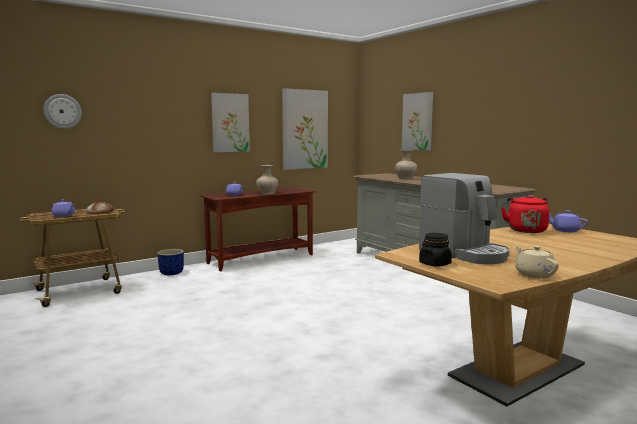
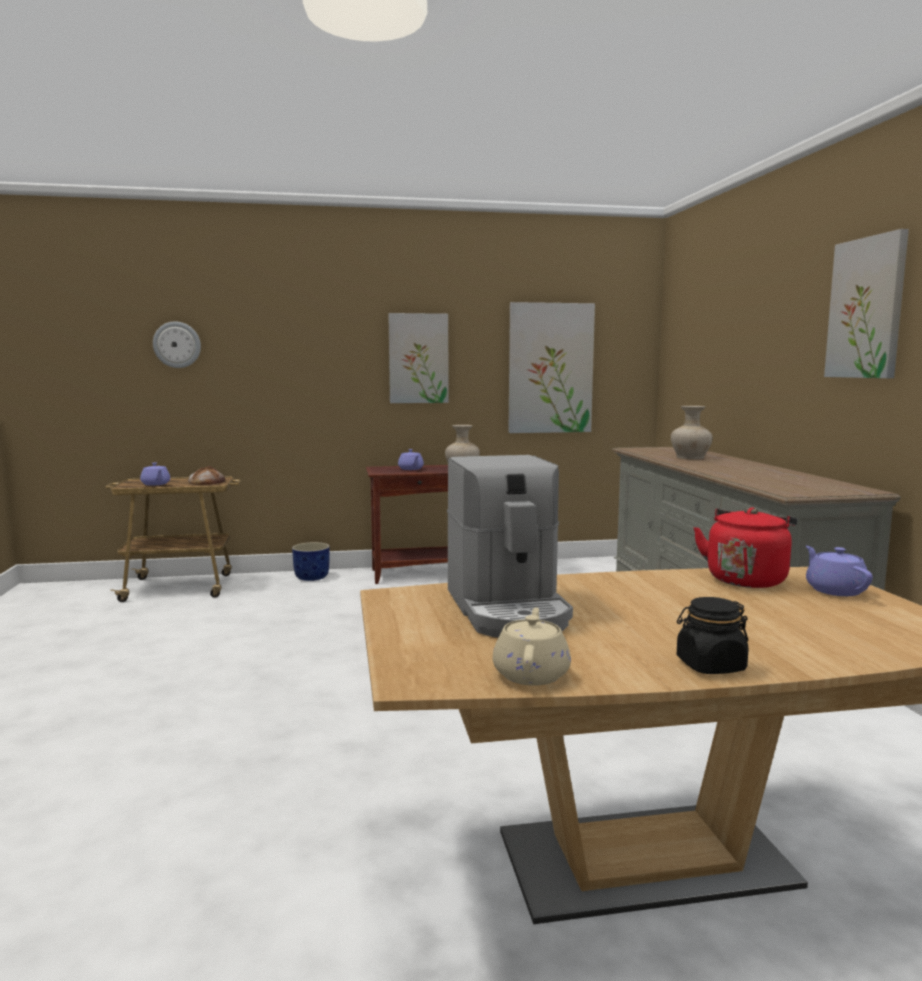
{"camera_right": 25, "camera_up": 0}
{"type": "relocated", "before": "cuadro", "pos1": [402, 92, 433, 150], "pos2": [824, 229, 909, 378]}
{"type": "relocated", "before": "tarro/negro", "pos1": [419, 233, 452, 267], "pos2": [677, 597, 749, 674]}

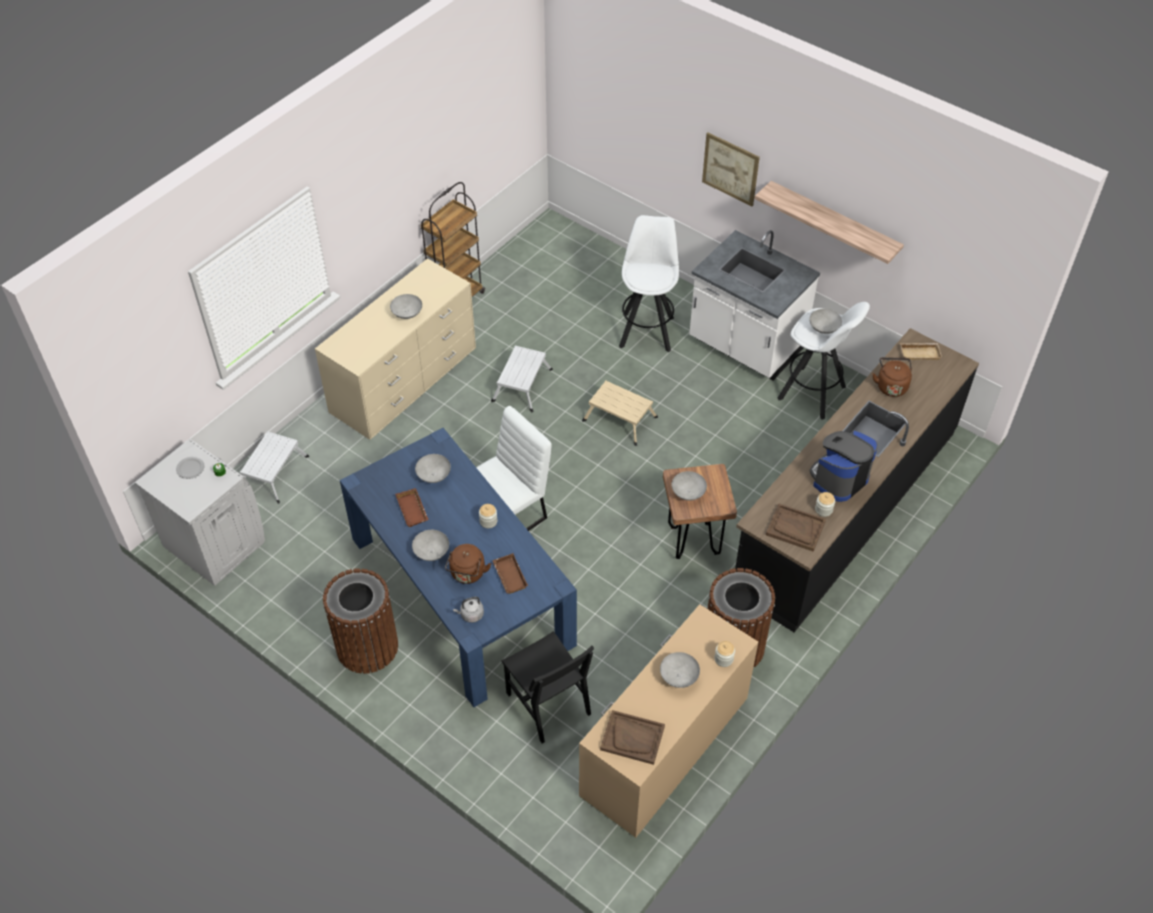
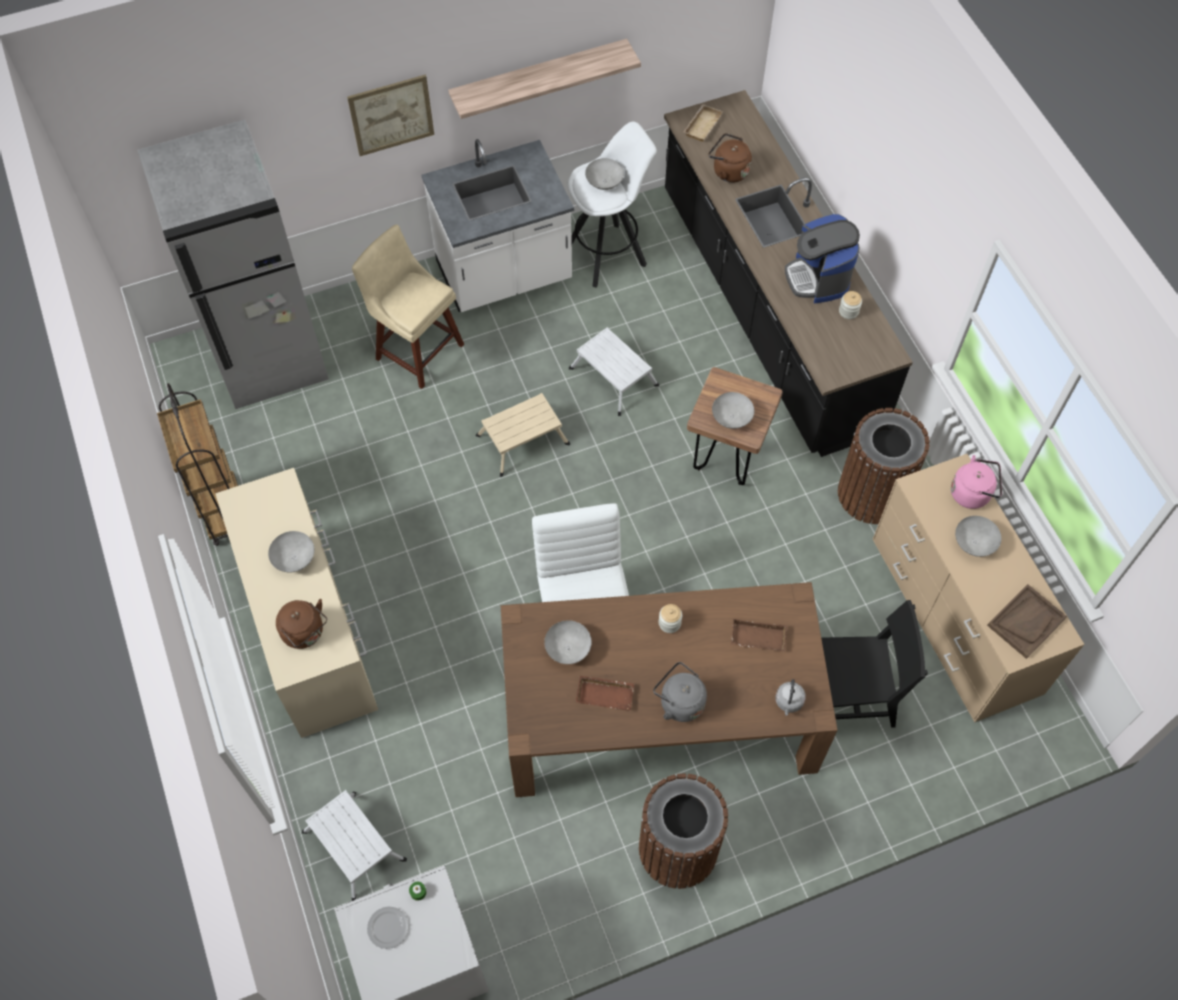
{"camera_right": -60, "camera_up": 10}
{"type": "exchanged", "before": "taburete/blanco", "after": "silla/beis", "pos1": [619, 215, 679, 352], "pos2": [352, 224, 464, 389]}
{"type": "relocated", "before": "escalera de tijera/blanco", "pos1": [491, 346, 553, 412], "pos2": [569, 327, 659, 416]}
{"type": "colour", "before": "mesa de comedor/azul", "after": "mesa de comedor/marrón", "pos1": [340, 428, 577, 707], "pos2": [501, 582, 838, 797]}
{"type": "missing", "before": "bandeja/marrón", "pos1": [766, 504, 826, 552]}
{"type": "exchanged", "before": "cuenco/gris", "after": "hervidor/gris", "pos1": [412, 530, 449, 561], "pos2": [653, 662, 707, 722]}
{"type": "relocated", "before": "hervidor/marrón", "pos1": [445, 544, 491, 584], "pos2": [276, 599, 327, 649]}
{"type": "exchanged", "before": "tarro", "after": "hervidor/rosa", "pos1": [714, 641, 735, 667], "pos2": [951, 455, 1002, 509]}
{"type": "appeared", "after": "nevera/gris", "pos2": [137, 120, 329, 409]}

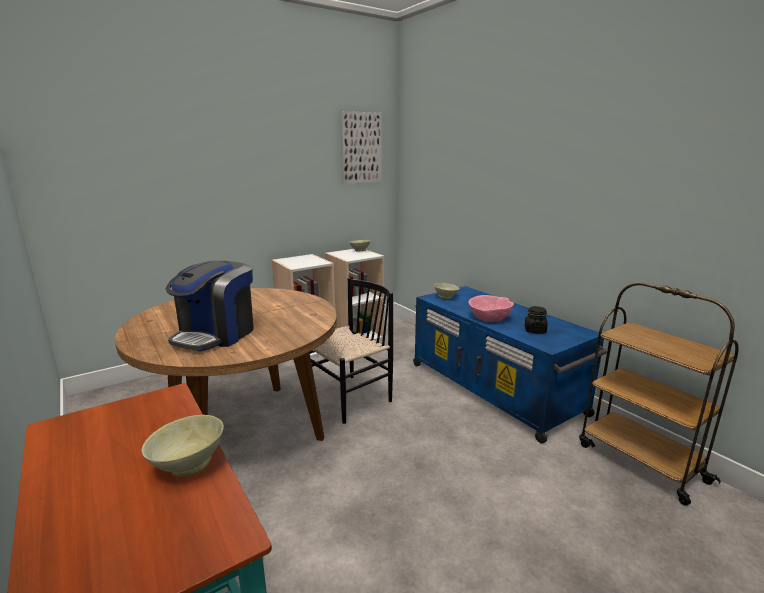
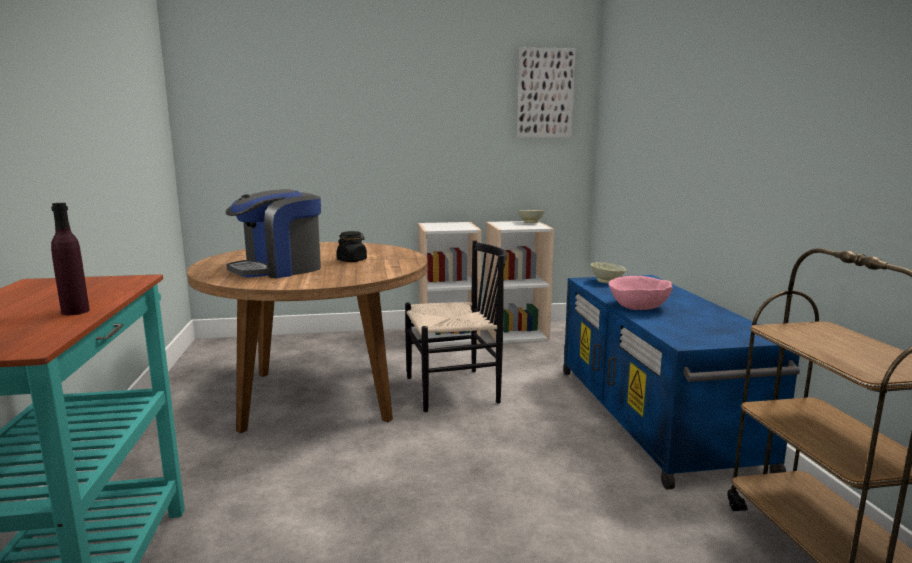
{"camera_right": 25, "camera_up": -5}
{"type": "relocated", "before": "tarro/negro", "pos1": [525, 306, 548, 334], "pos2": [337, 231, 367, 262]}
{"type": "exchanged", "before": "cuenco/beis", "after": "botella/morado", "pos1": [142, 415, 224, 477], "pos2": [51, 203, 90, 315]}

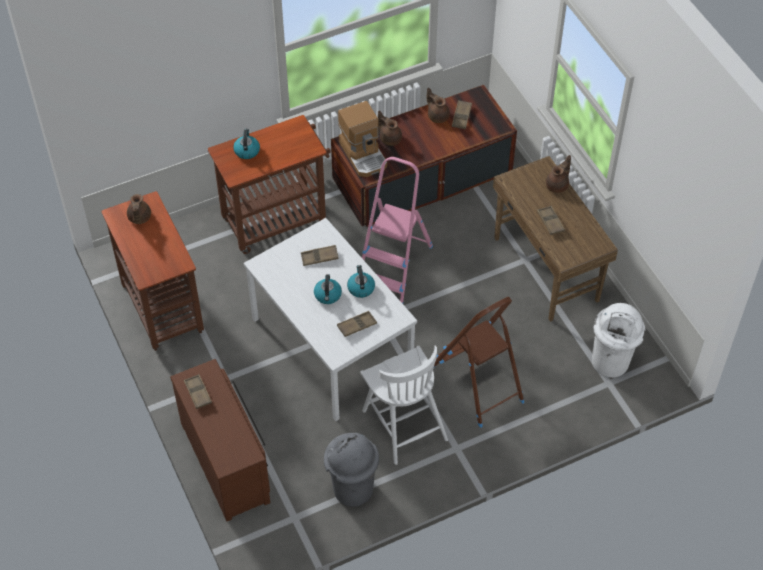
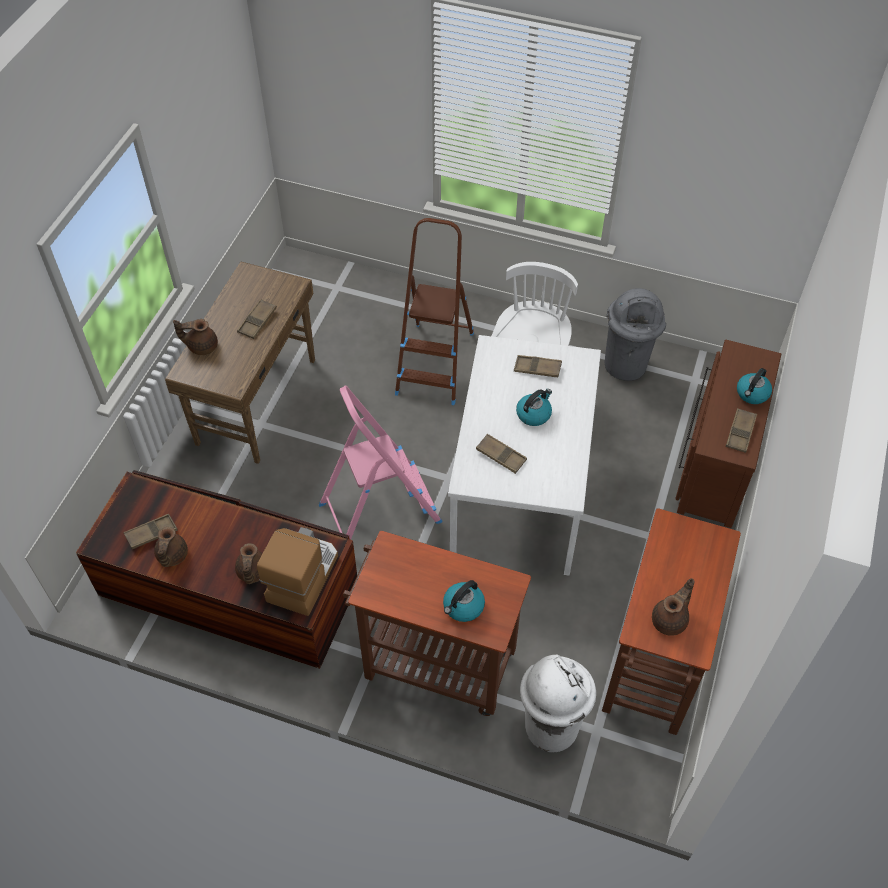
{"camera_right": -135, "camera_up": 0}
{"type": "relocated", "before": "hervidor", "pos1": [347, 265, 375, 298], "pos2": [737, 368, 772, 404]}
{"type": "relocated", "before": "papelera/blanco", "pos1": [592, 303, 645, 378], "pos2": [520, 655, 596, 752]}

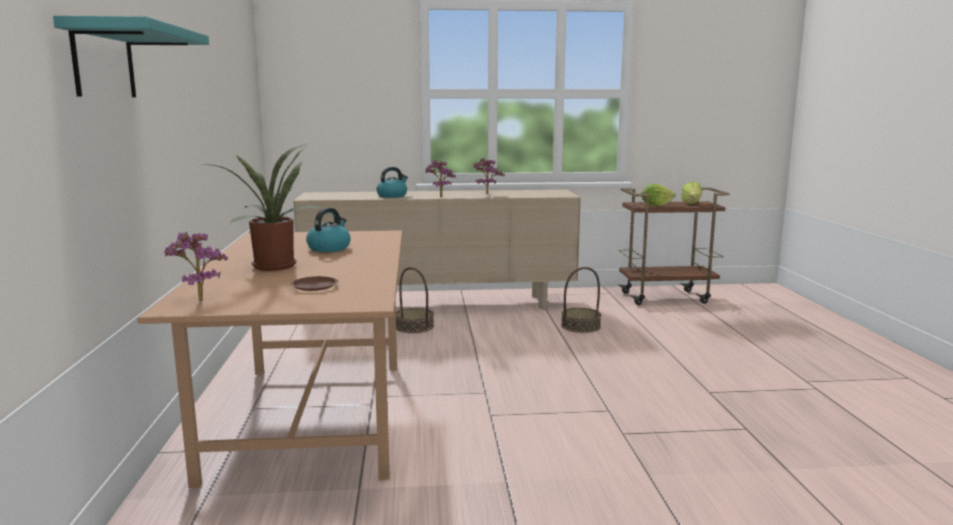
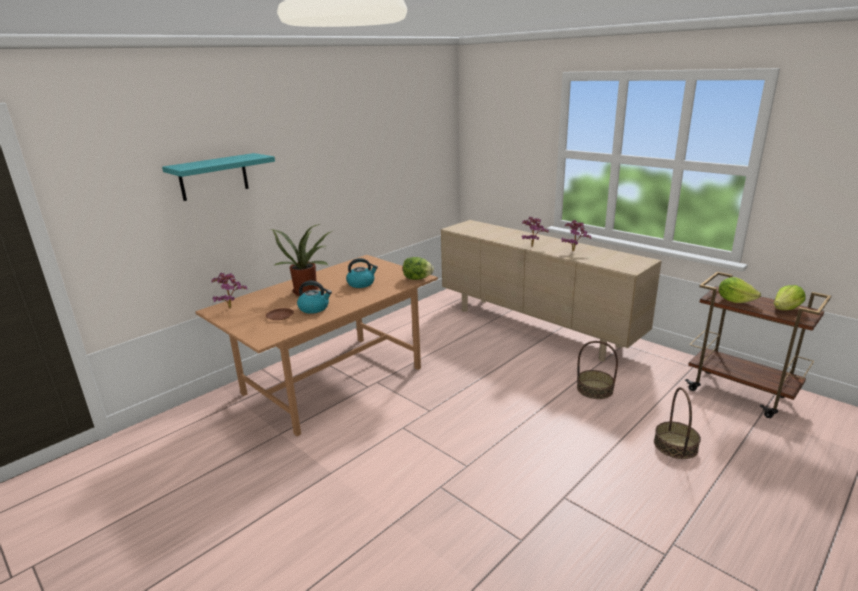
{"camera_right": 50, "camera_up": 10}
{"type": "relocated", "before": "hervidor", "pos1": [377, 167, 408, 198], "pos2": [297, 281, 332, 314]}
{"type": "relocated", "before": "cesta", "pos1": [396, 267, 434, 333], "pos2": [654, 387, 701, 459]}
{"type": "appeared", "after": "lechuga", "pos2": [403, 257, 434, 280]}

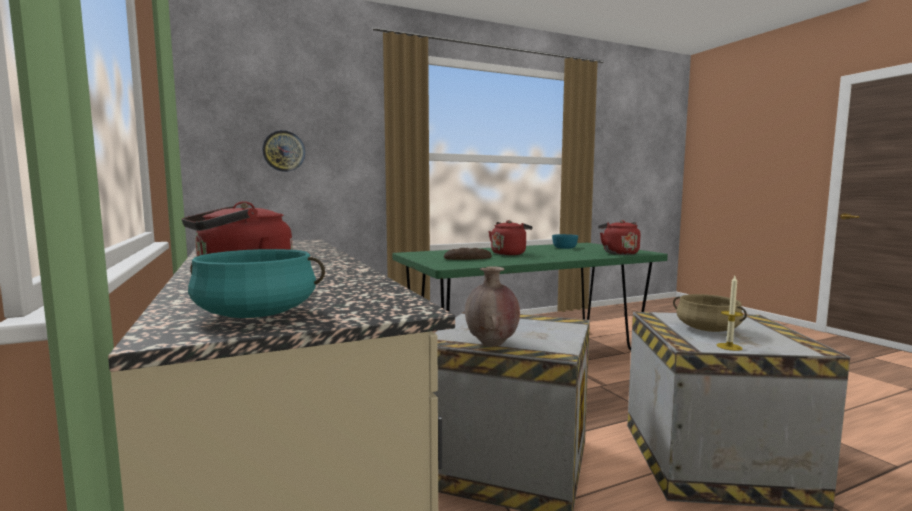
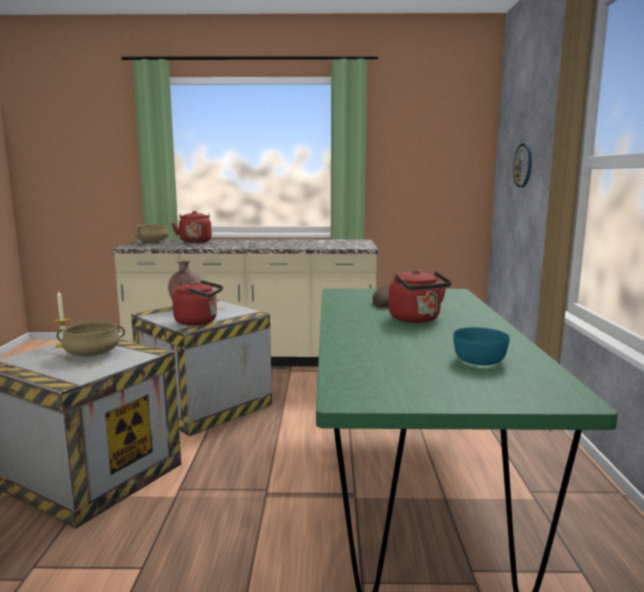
{"camera_right": 115, "camera_up": 5}
{"type": "relocated", "before": "hervidor/rojo", "pos1": [598, 220, 640, 255], "pos2": [172, 280, 223, 325]}
{"type": "colour", "before": "olla/turquesa", "after": "olla/beis", "pos1": [188, 249, 325, 318], "pos2": [135, 224, 169, 242]}

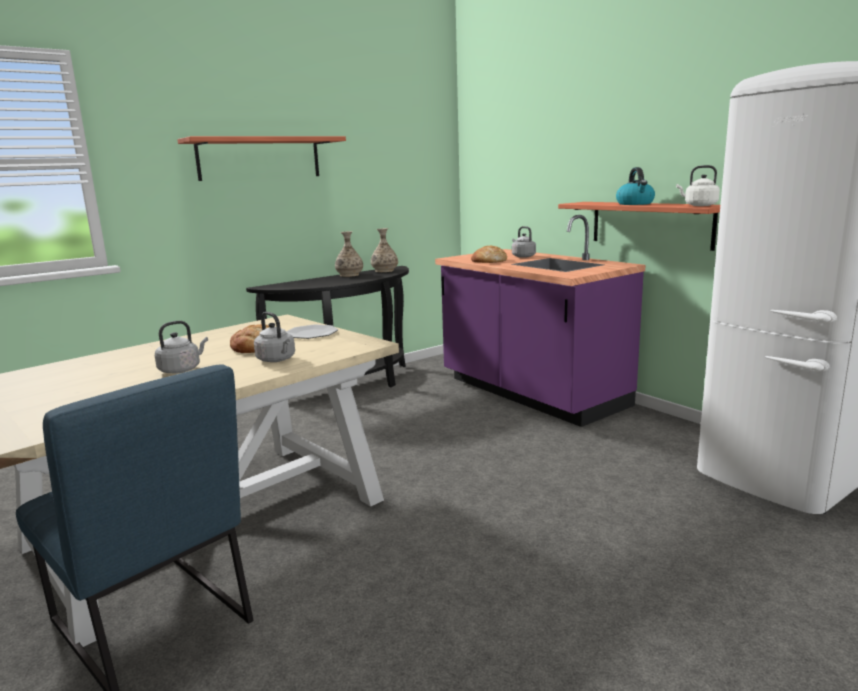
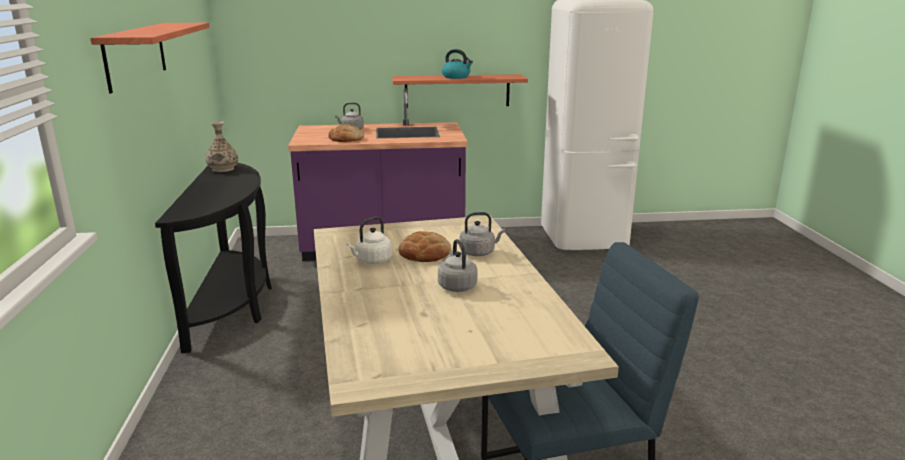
{"camera_right": -60, "camera_up": 5}
{"type": "relocated", "before": "hervidor/blanco", "pos1": [676, 165, 720, 206], "pos2": [347, 217, 392, 264]}
{"type": "missing", "before": "florero", "pos1": [335, 231, 363, 277]}
{"type": "missing", "before": "plato", "pos1": [286, 324, 338, 339]}

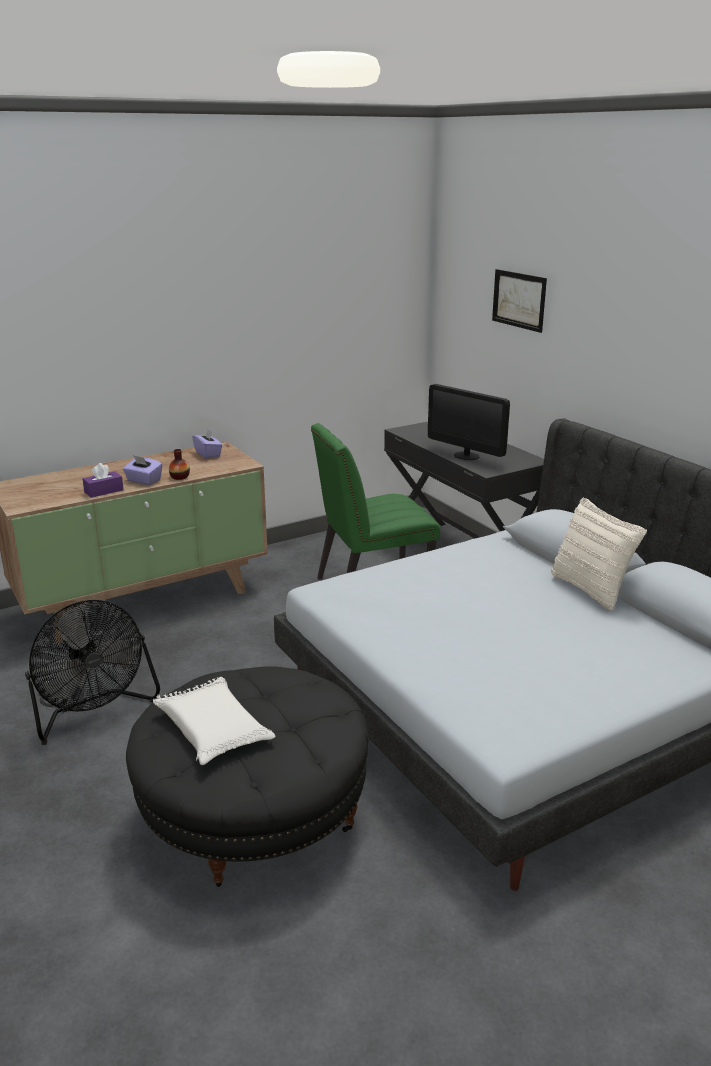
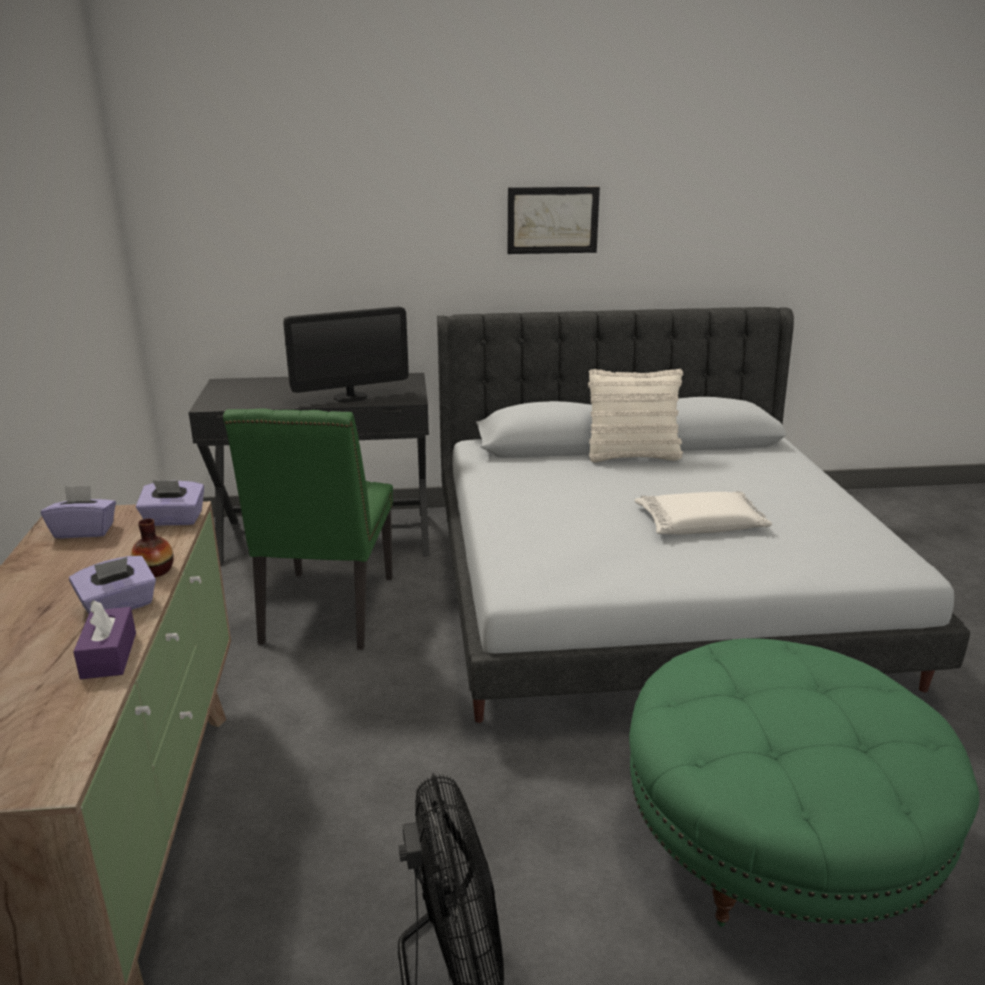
{"camera_right": -65, "camera_up": 0}
{"type": "relocated", "before": "cuadro", "pos1": [492, 269, 547, 333], "pos2": [507, 187, 600, 254]}
{"type": "colour", "before": "puf/negro", "after": "puf/verde", "pos1": [126, 667, 369, 887], "pos2": [629, 638, 980, 927]}
{"type": "relocated", "before": "cojín/blanco", "pos1": [153, 677, 276, 765], "pos2": [634, 491, 772, 534]}
{"type": "appeared", "after": "caja de pañuelos/morado", "pos2": [136, 480, 204, 526]}

